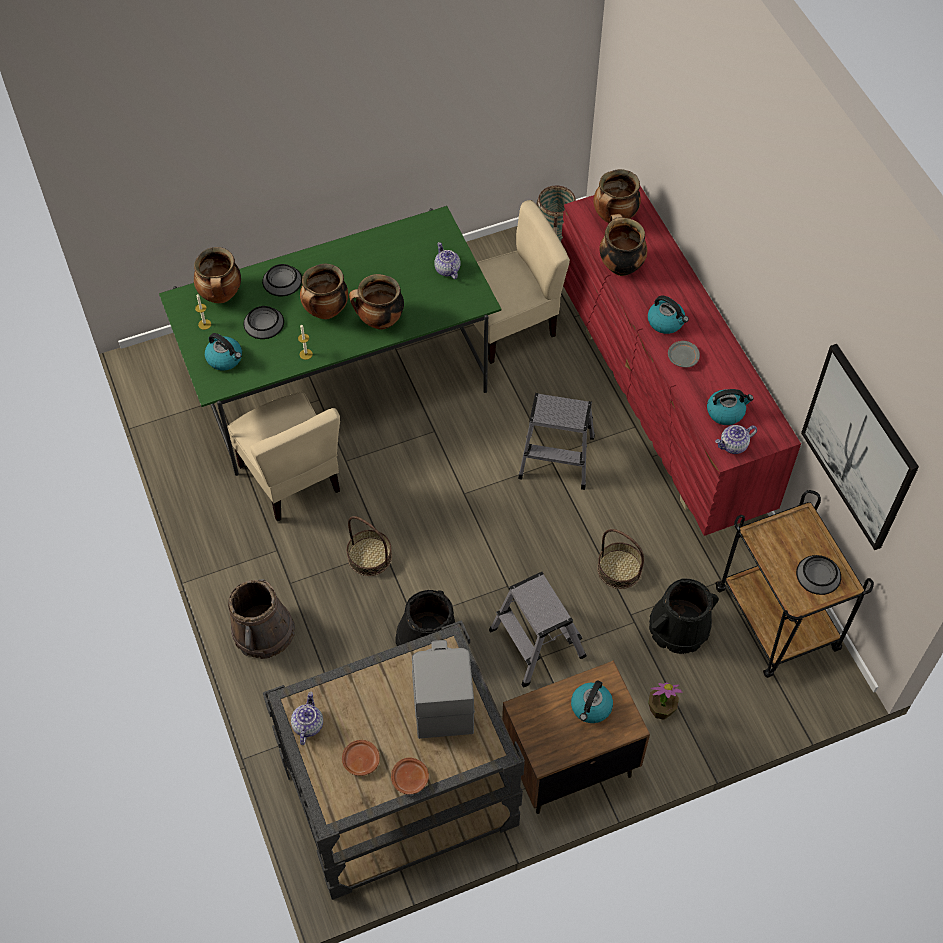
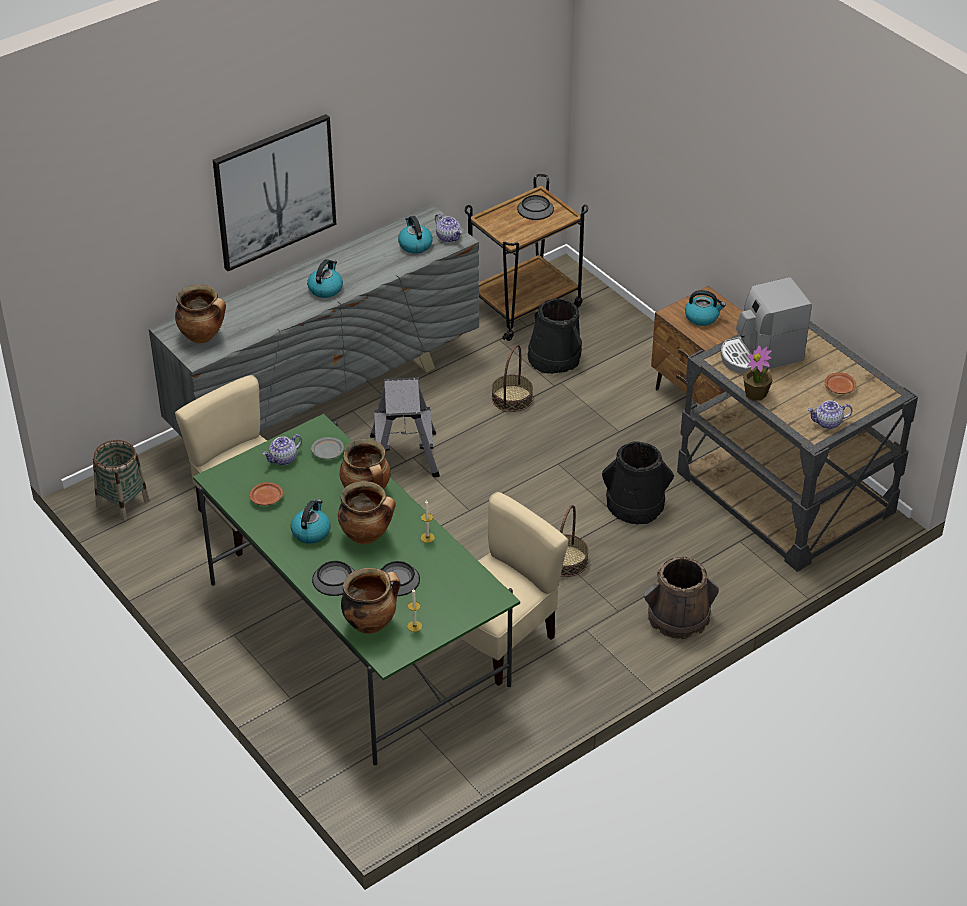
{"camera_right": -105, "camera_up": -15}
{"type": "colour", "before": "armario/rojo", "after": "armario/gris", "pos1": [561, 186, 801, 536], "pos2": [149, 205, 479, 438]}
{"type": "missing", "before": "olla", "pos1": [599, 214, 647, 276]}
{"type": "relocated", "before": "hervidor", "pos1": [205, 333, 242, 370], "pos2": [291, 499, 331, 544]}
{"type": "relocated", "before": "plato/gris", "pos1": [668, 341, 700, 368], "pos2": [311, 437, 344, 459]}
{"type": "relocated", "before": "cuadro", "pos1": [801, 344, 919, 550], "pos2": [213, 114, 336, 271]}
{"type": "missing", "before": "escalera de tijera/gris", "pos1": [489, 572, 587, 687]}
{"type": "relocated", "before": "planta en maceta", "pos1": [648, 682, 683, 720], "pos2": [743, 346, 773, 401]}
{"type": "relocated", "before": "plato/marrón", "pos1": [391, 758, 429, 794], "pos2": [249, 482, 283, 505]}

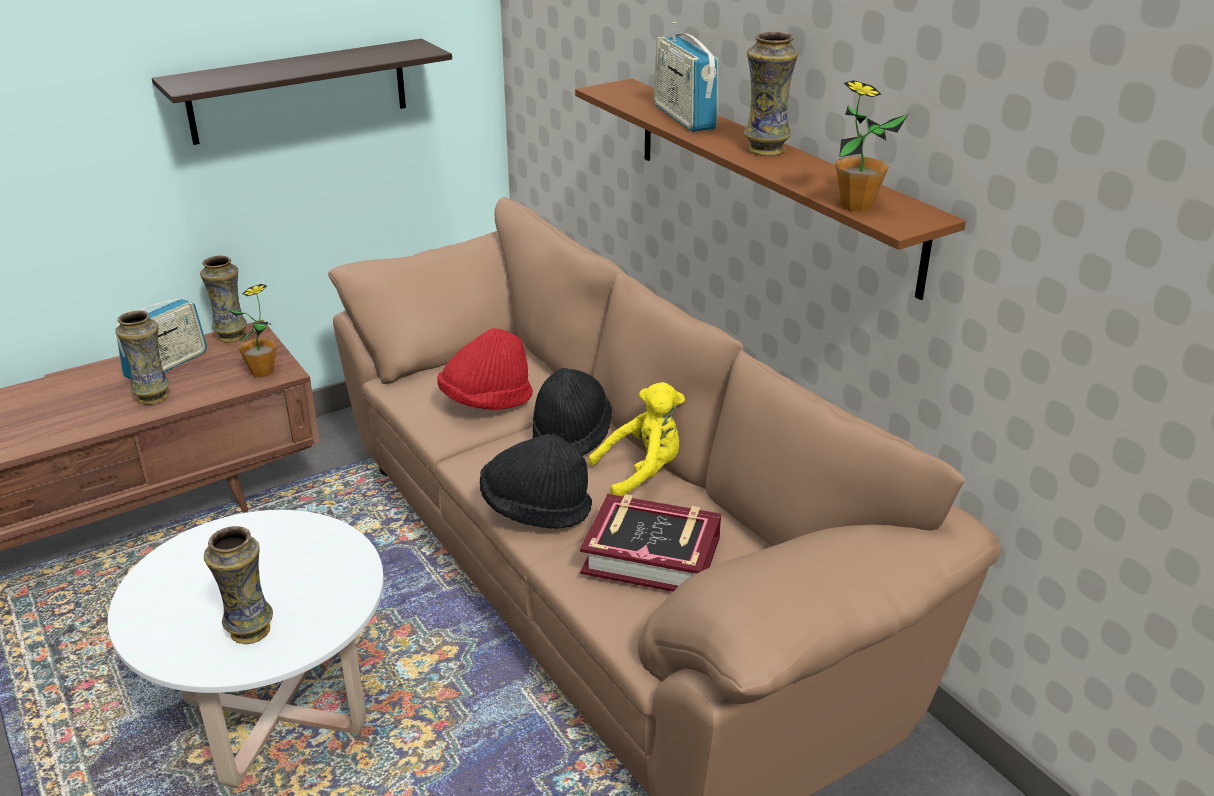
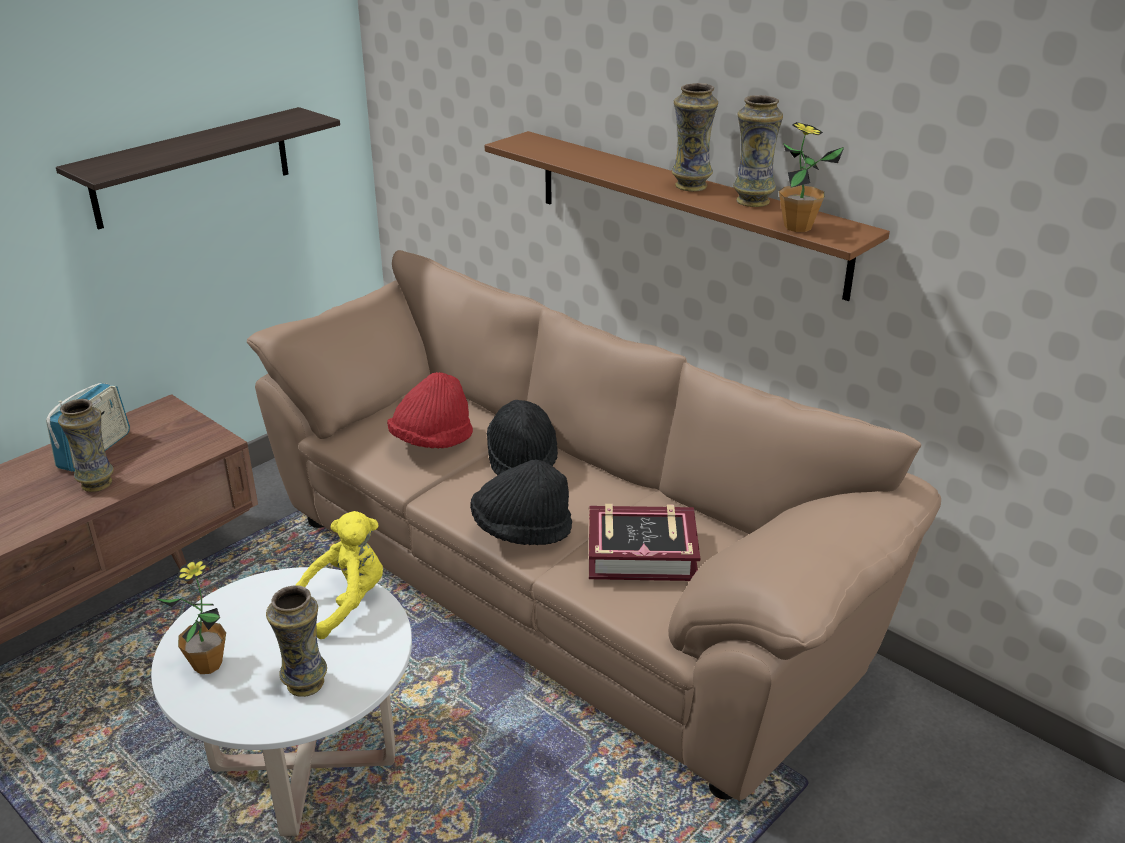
{"camera_right": -15, "camera_up": 0}
{"type": "missing", "before": "radio", "pos1": [654, 22, 718, 132]}
{"type": "relocated", "before": "florero", "pos1": [200, 256, 247, 342], "pos2": [733, 95, 783, 207]}
{"type": "relocated", "before": "planta en maceta", "pos1": [226, 284, 277, 377], "pos2": [157, 558, 226, 674]}
{"type": "relocated", "before": "peluche/amarillo", "pos1": [588, 382, 685, 497], "pos2": [295, 511, 383, 639]}

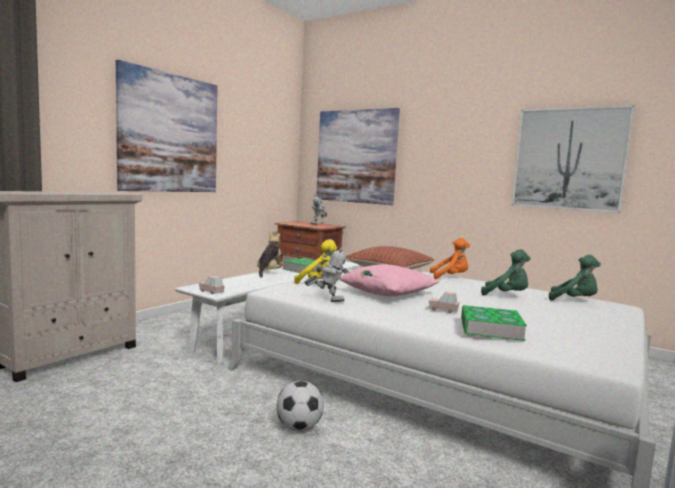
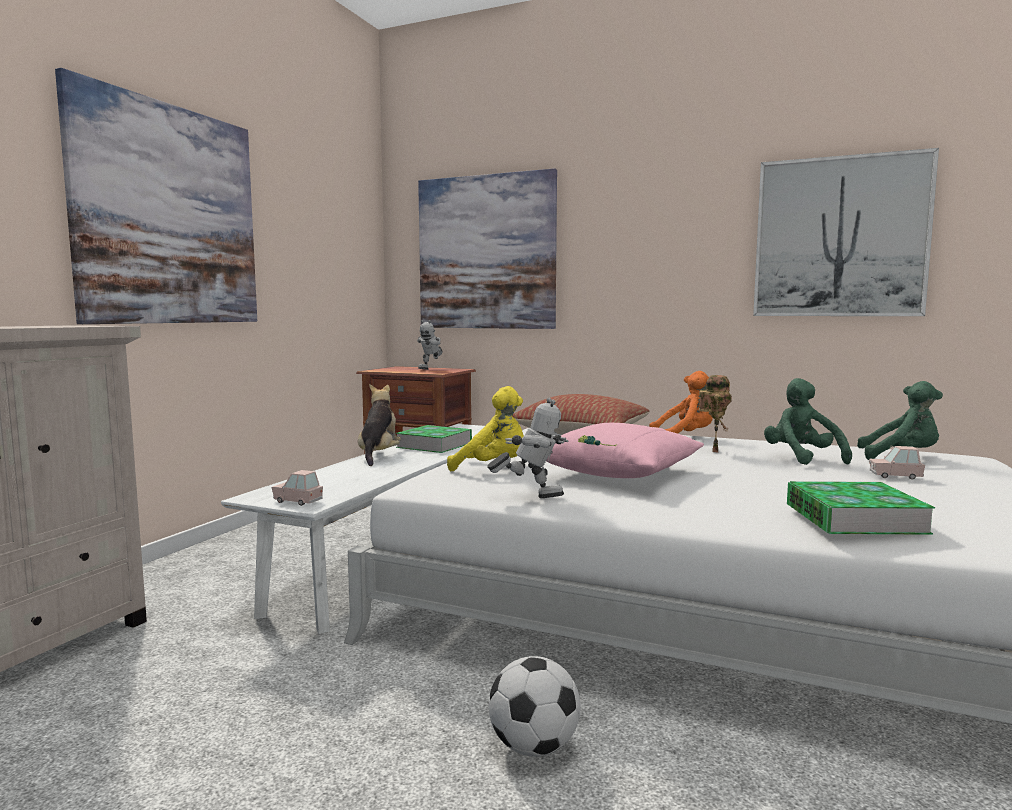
{"camera_right": -10, "camera_up": 0}
{"type": "spun", "before": "peluche/verde", "pos1": [481, 249, 531, 296], "pos2": [764, 378, 852, 465], "turn": -120}
{"type": "relocated", "before": "coche de juguete/rosa", "pos1": [429, 291, 459, 313], "pos2": [869, 446, 925, 480]}
{"type": "appeared", "after": "robot de juguete", "pos2": [699, 375, 732, 452]}

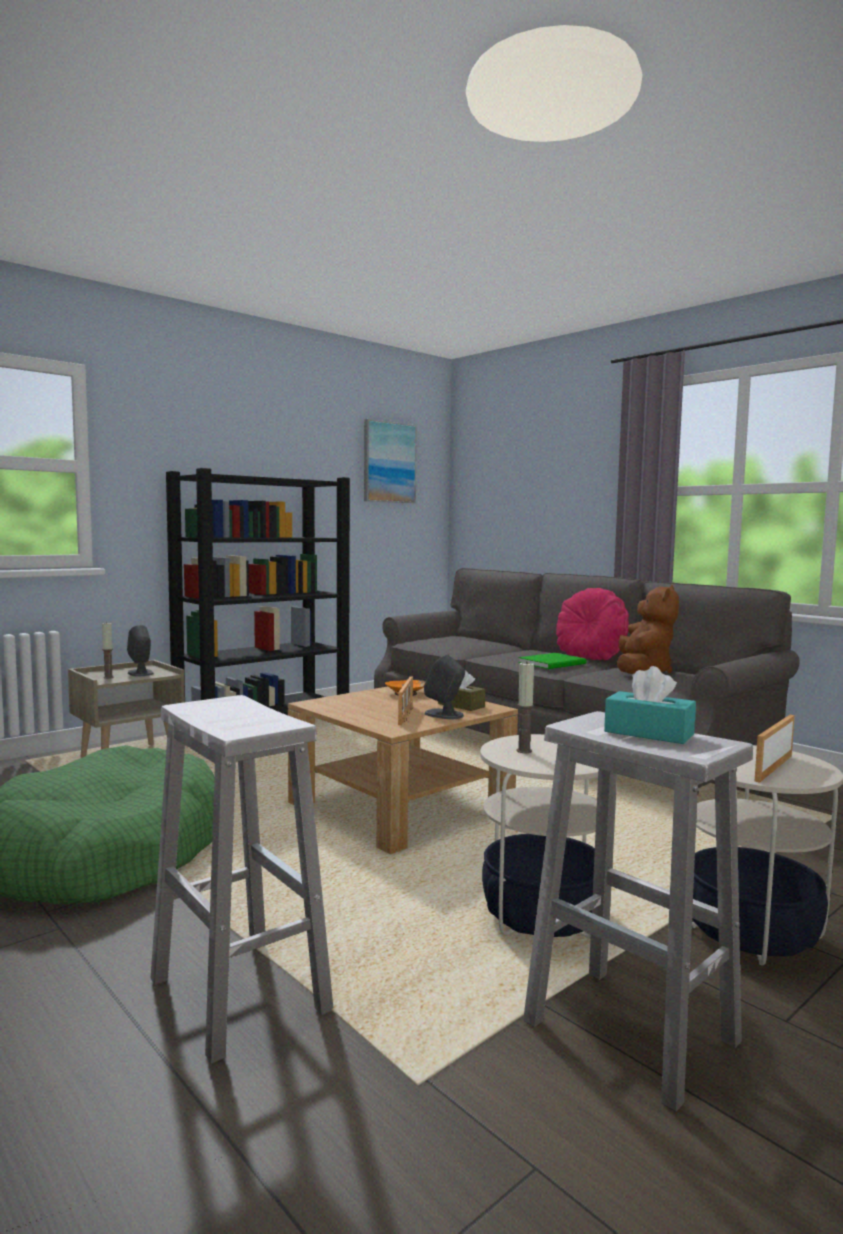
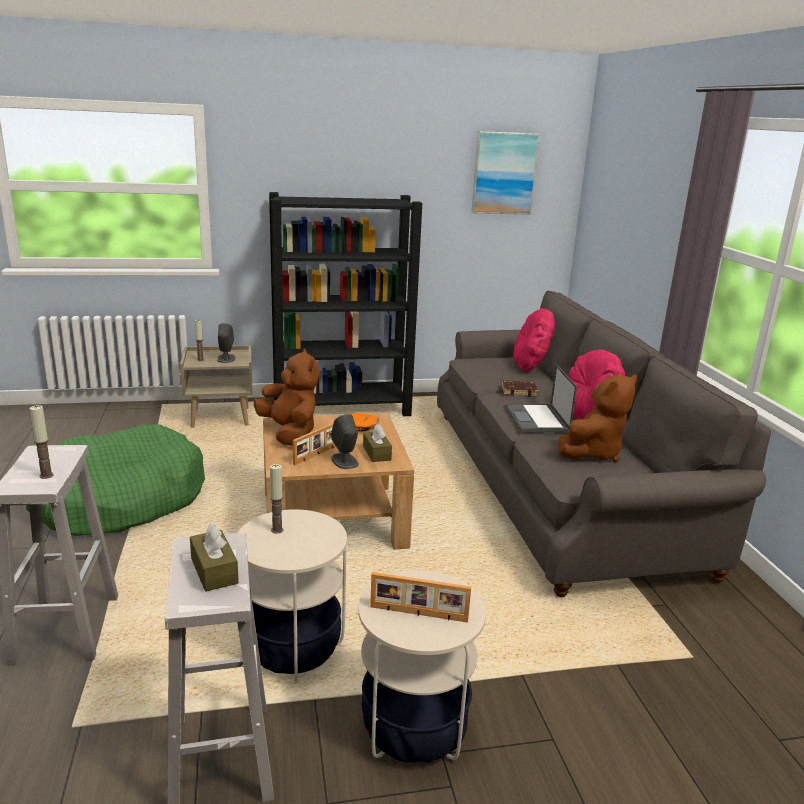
{"camera_right": 30, "camera_up": 15}
{"type": "exchanged", "before": "libro/verde", "after": "portátil", "pos1": [518, 653, 586, 669], "pos2": [505, 364, 577, 432]}
{"type": "colour", "before": "caja de pañuelos/turquesa", "after": "caja de pañuelos/marrón", "pos1": [604, 666, 696, 744], "pos2": [190, 524, 239, 592]}
{"type": "spun", "before": "portarretratos", "pos1": [755, 715, 795, 783], "pos2": [370, 572, 471, 623], "turn": -150}
{"type": "appeared", "after": "cojín/rosa", "pos2": [513, 308, 555, 372]}
{"type": "appeared", "after": "peluche/marrón", "pos2": [254, 348, 319, 446]}
{"type": "appeared", "after": "libro/marrón", "pos2": [502, 380, 538, 397]}
{"type": "appeared", "after": "vela", "pos2": [29, 405, 54, 479]}

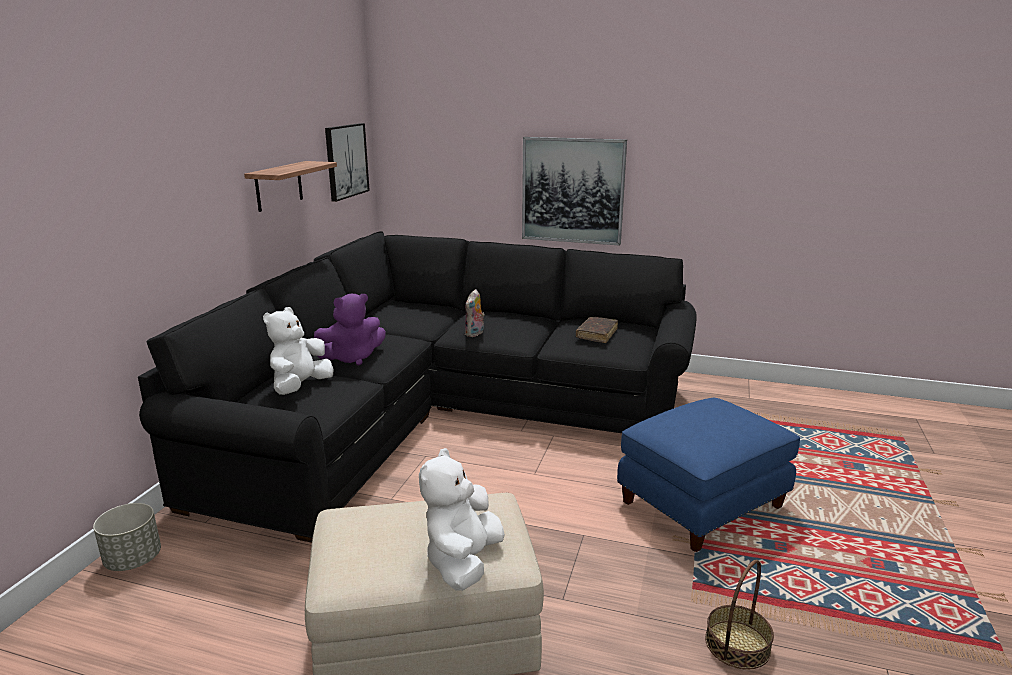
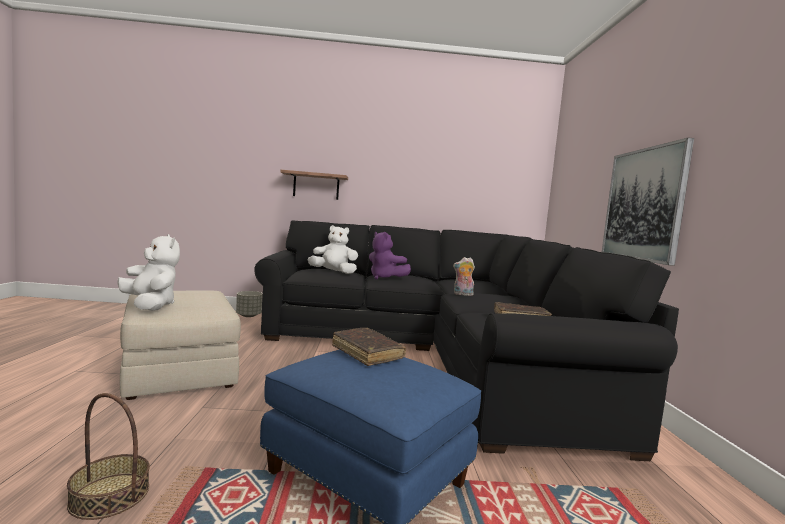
{"camera_right": 70, "camera_up": -15}
{"type": "missing", "before": "cuadro", "pos1": [325, 123, 370, 202]}
{"type": "relocated", "before": "estante", "pos1": [244, 161, 337, 212], "pos2": [281, 170, 348, 200]}
{"type": "spun", "before": "peluche/blanco", "pos1": [419, 448, 505, 591], "pos2": [117, 234, 180, 311], "turn": 45}
{"type": "appeared", "after": "libro/marrón", "pos2": [332, 328, 406, 366]}

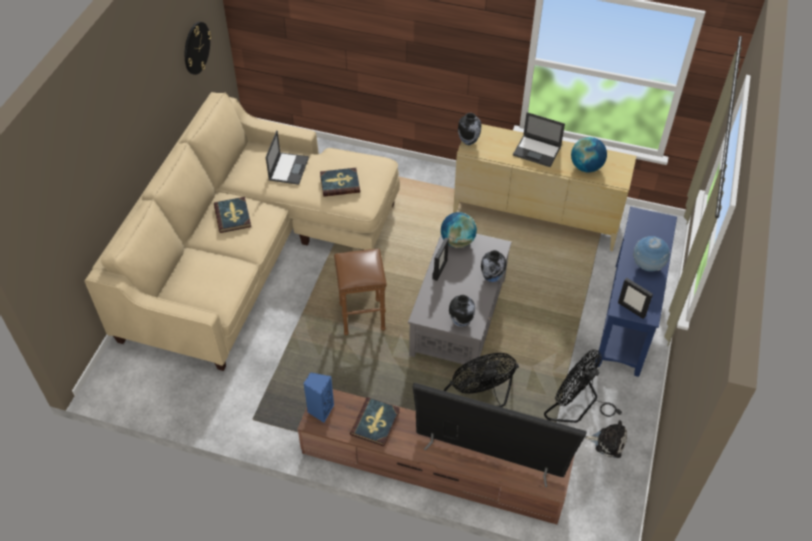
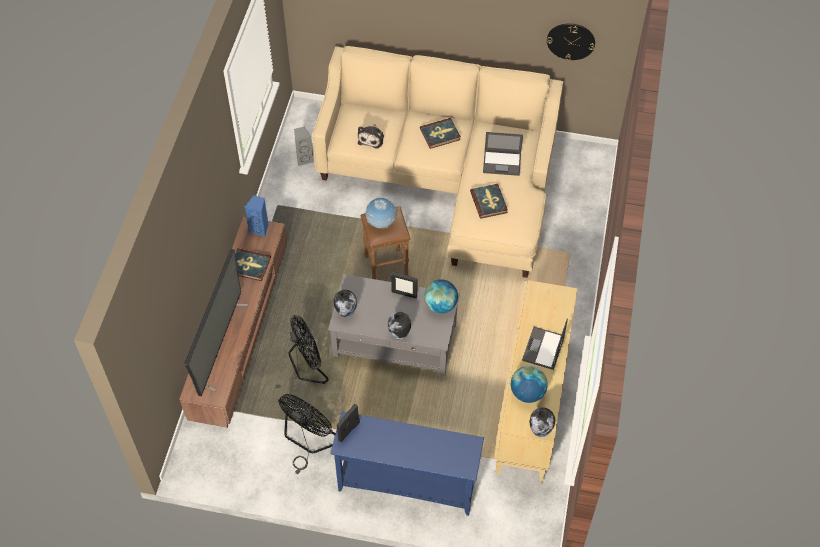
{"camera_right": 85, "camera_up": 5}
{"type": "relocated", "before": "florero", "pos1": [458, 113, 481, 145], "pos2": [529, 407, 555, 437]}
{"type": "relocated", "before": "globo terráqueo", "pos1": [632, 236, 670, 272], "pos2": [366, 198, 396, 228]}
{"type": "relocated", "before": "peluche", "pos1": [585, 420, 627, 458], "pos2": [358, 124, 384, 149]}
{"type": "appeared", "after": "altavoz/gris", "pos2": [294, 126, 314, 166]}

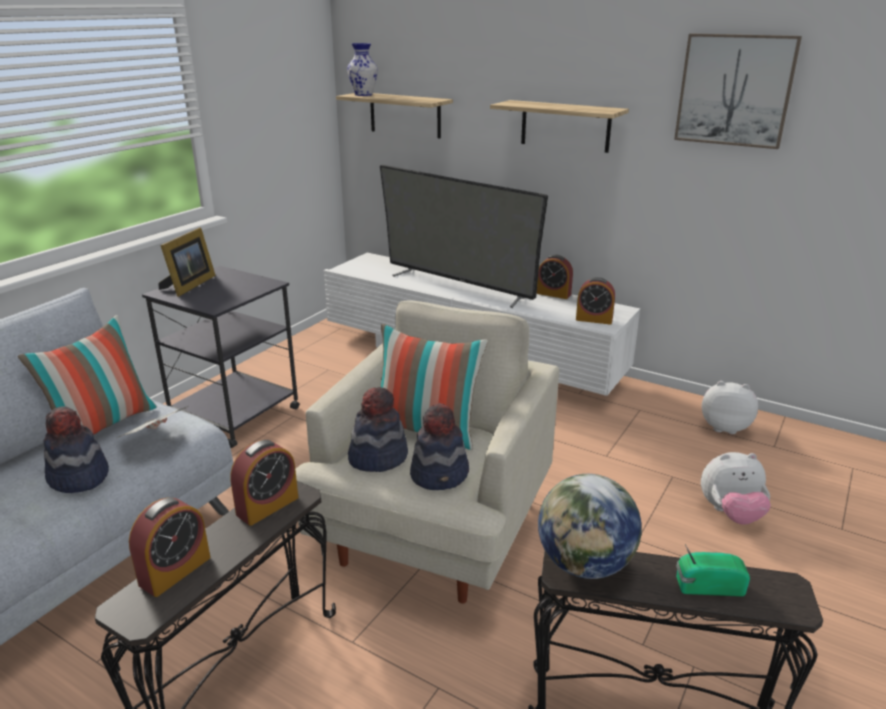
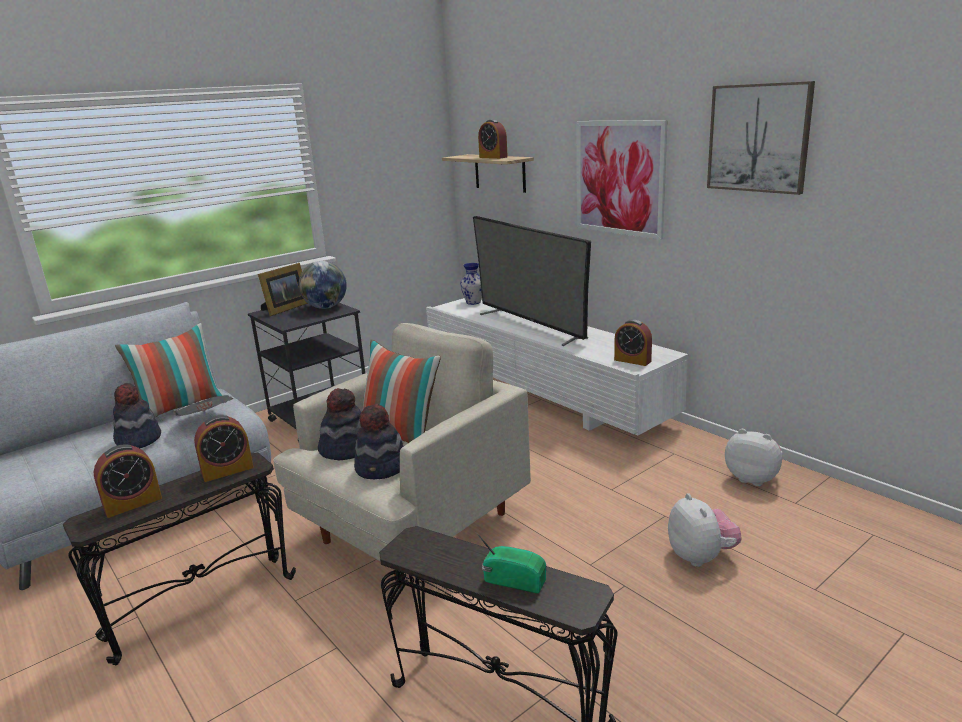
{"camera_right": 20, "camera_up": -5}
{"type": "relocated", "before": "florero", "pos1": [347, 43, 378, 96], "pos2": [460, 263, 482, 305]}
{"type": "exchanged", "before": "estante", "after": "cuadro", "pos1": [490, 100, 629, 153], "pos2": [576, 120, 668, 240]}
{"type": "relocated", "before": "despertador", "pos1": [537, 255, 573, 299], "pos2": [478, 120, 508, 159]}
{"type": "spun", "before": "peluche", "pos1": [701, 452, 771, 525], "pos2": [668, 493, 742, 567], "turn": -120}
{"type": "relocated", "before": "globo terráqueo", "pos1": [538, 474, 642, 579], "pos2": [299, 261, 347, 309]}

